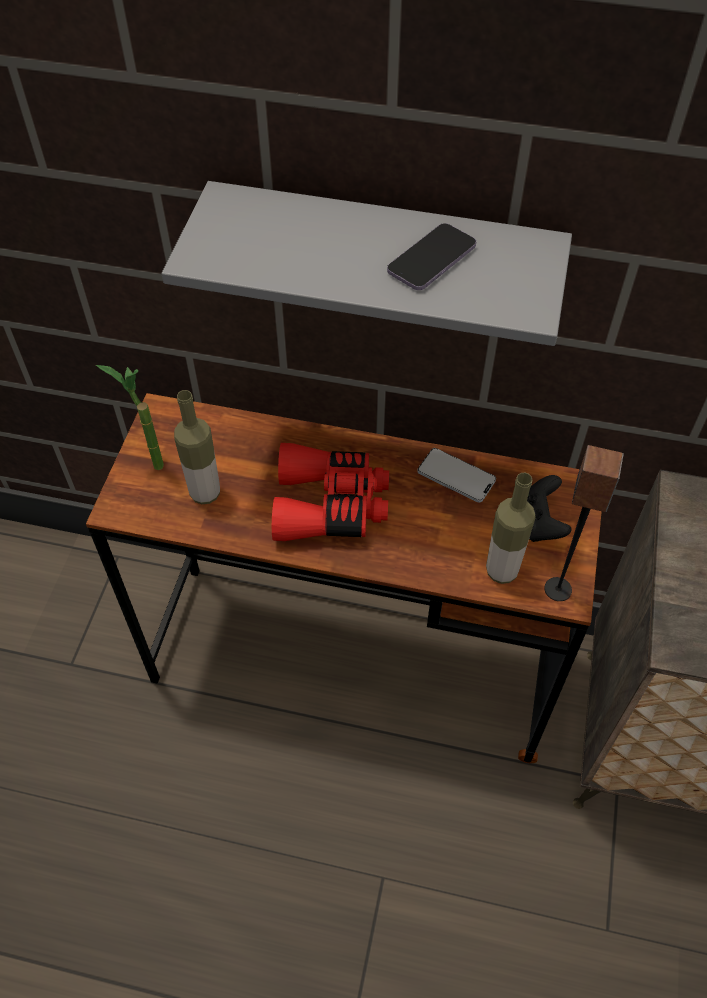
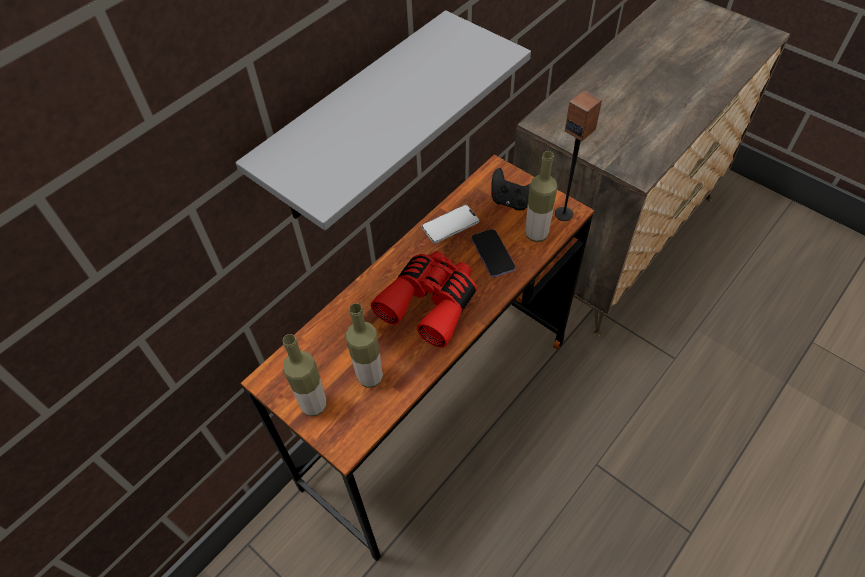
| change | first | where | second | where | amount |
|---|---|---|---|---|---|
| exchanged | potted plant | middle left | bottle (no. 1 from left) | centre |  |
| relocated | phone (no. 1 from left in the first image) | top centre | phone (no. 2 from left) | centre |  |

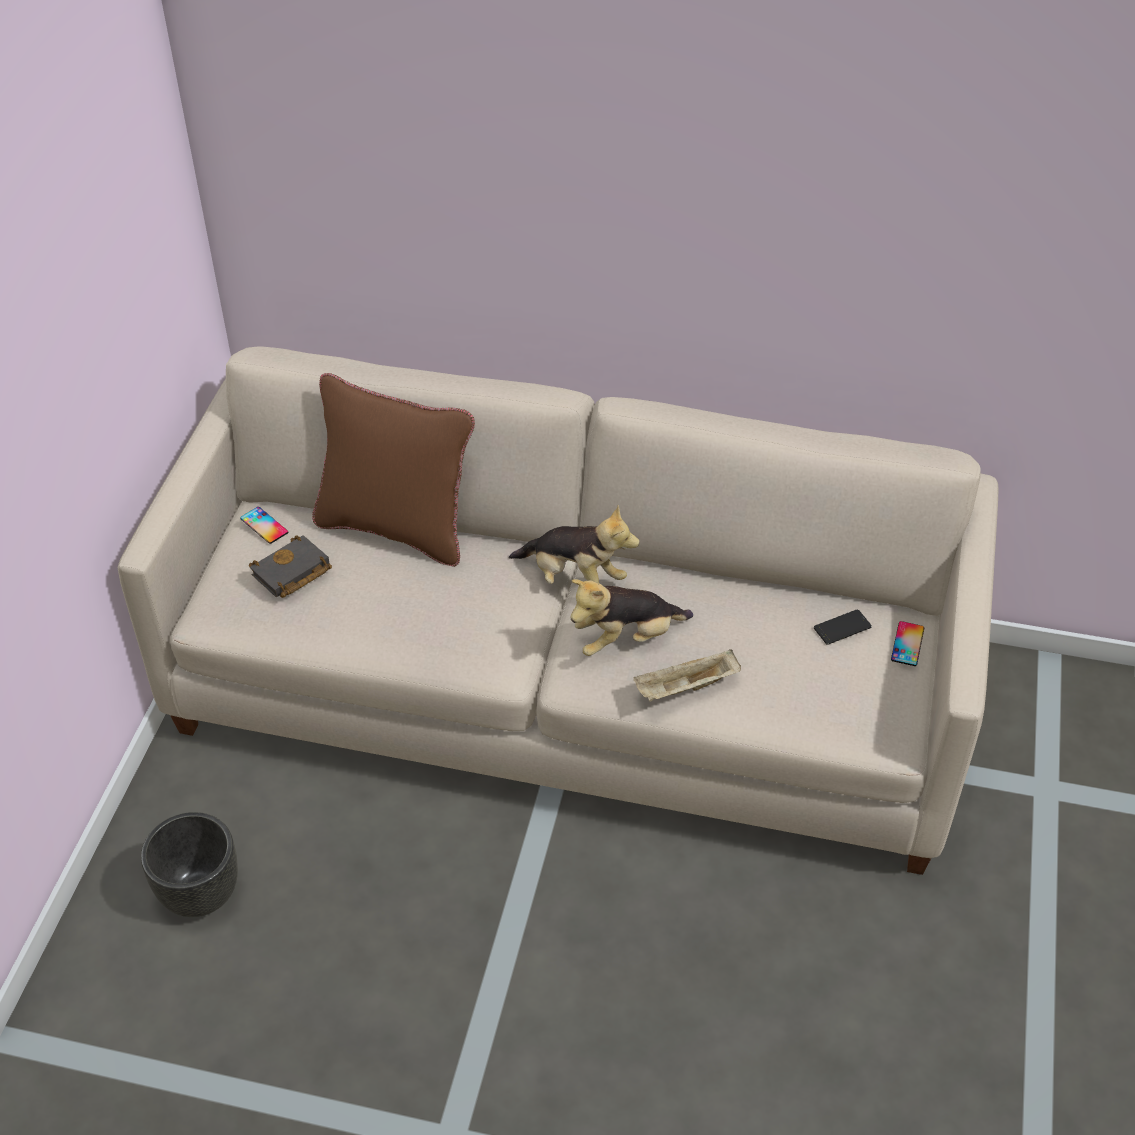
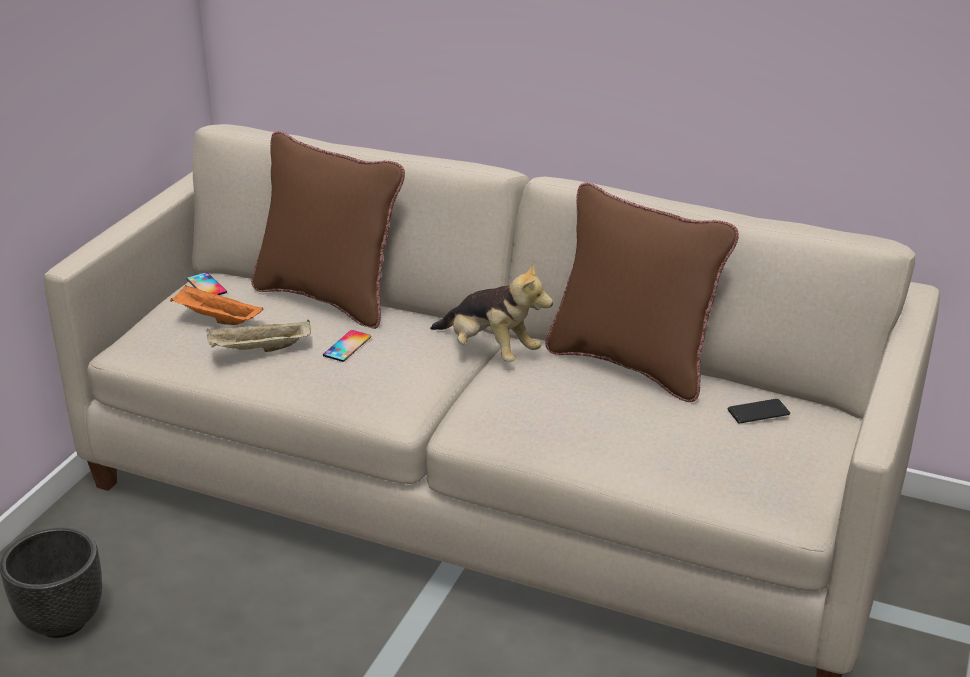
| change | first | where | second | where | amount |
|---|---|---|---|---|---|
| exchanged | black book | middle left | orange tray | middle left |  |
| missing | plush toy (no. 2 from left) | centre |  |  |  |
| relocated | beige tray | centre |  | middle left |  |
| relocated | phone (no. 3 from left in the first image) | middle right | phone (no. 2 from left) | centre |  |
| appeared |  |  | brown pillow (no. 2 from left) | centre |  |

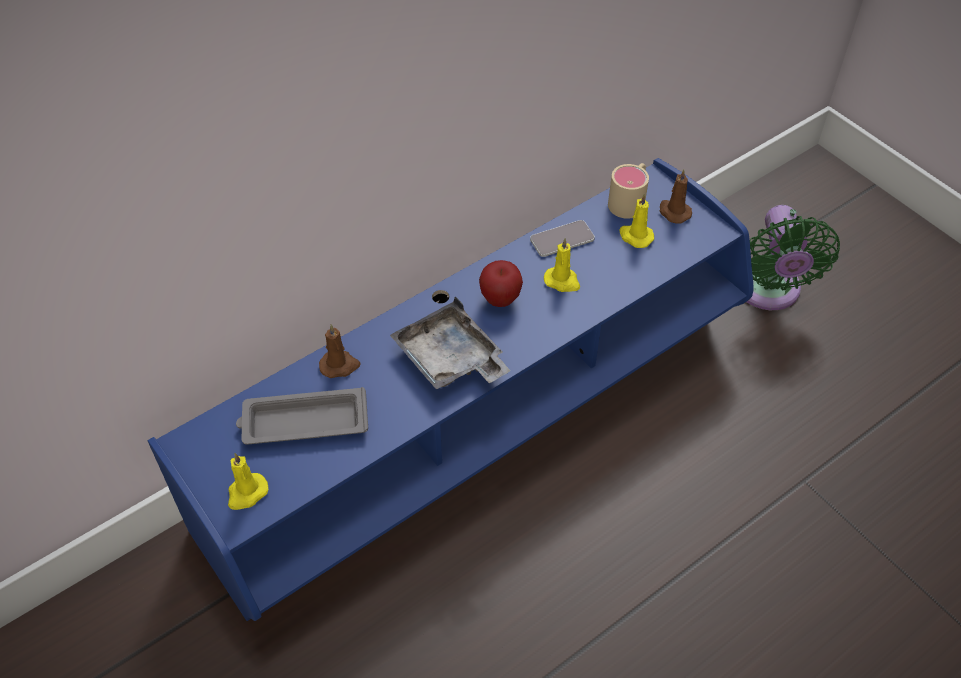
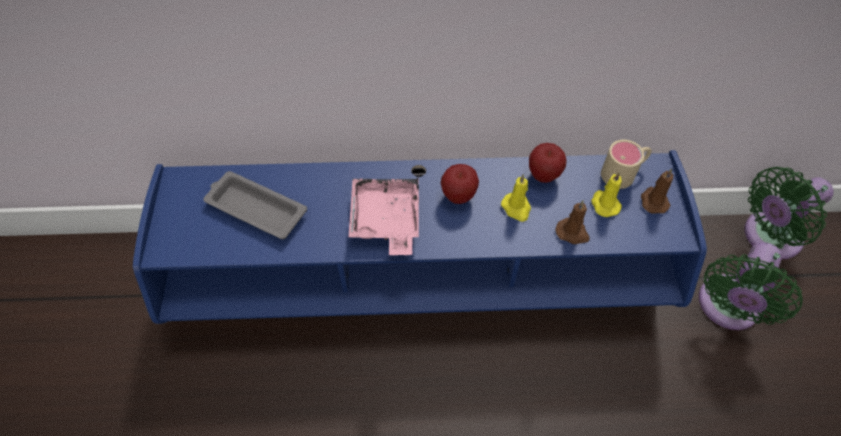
| change | first | where | second | where | amount |
|---|---|---|---|---|---|
| missing | yellow candle (no. 1 from left) | bottom left |  |  |  |
| relocated | brown candle (no. 1 from left) | centre |  | middle right |  |
| colour | grey tray (no. 2 from left) | centre | pink tray | centre |  |
| exchanged | phone | centre | apple (no. 2 from left) | centre |  |
| appeared |  |  | green fan (no. 2 from left) | middle right |  |

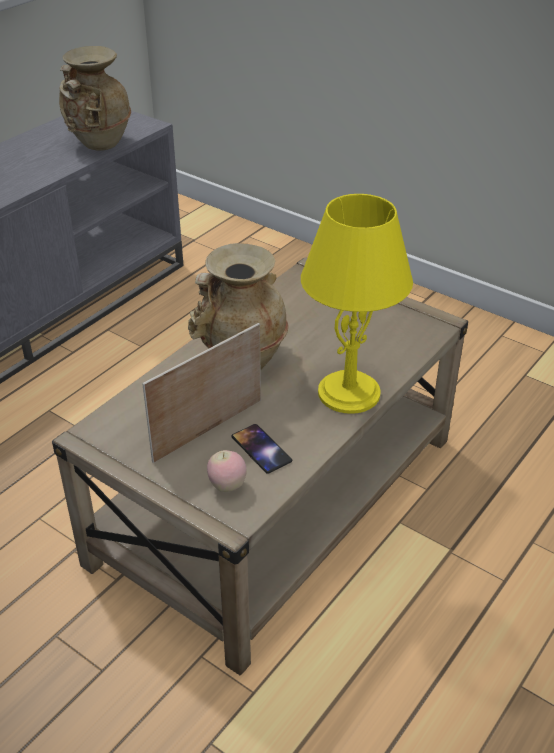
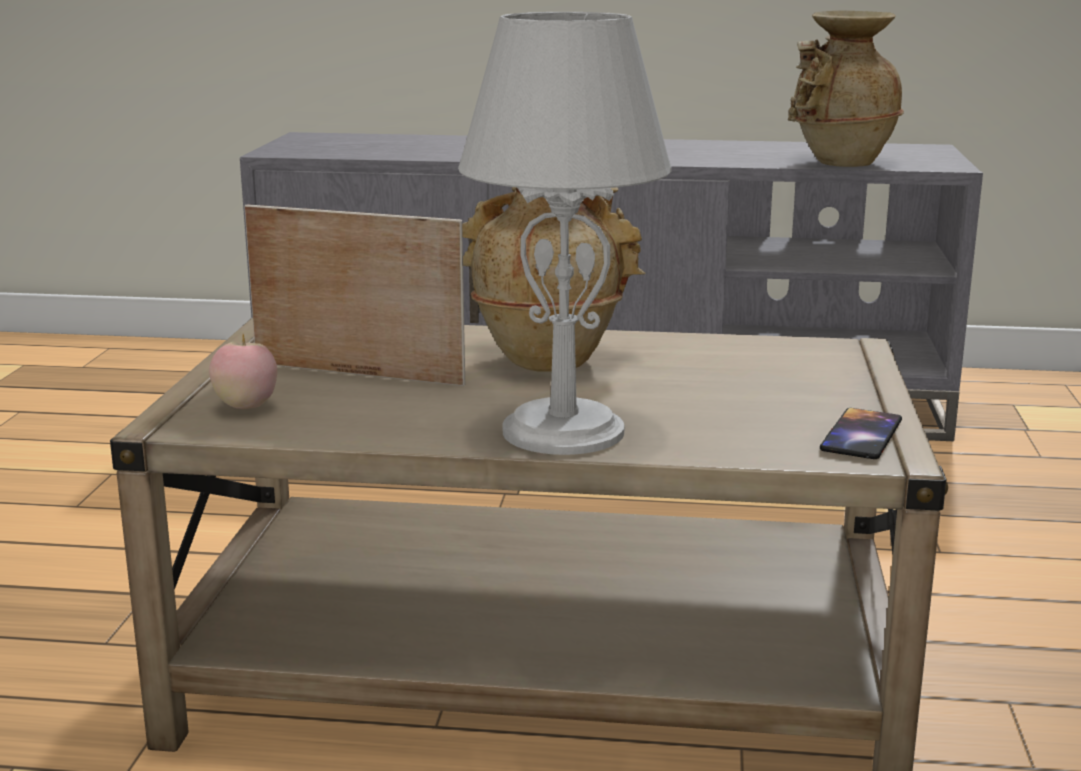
| change | first | where | second | where | amount |
|---|---|---|---|---|---|
| relocated | phone | centre |  | middle right |  |
| colour | yellow table lamp | centre | grey table lamp | top centre |  |

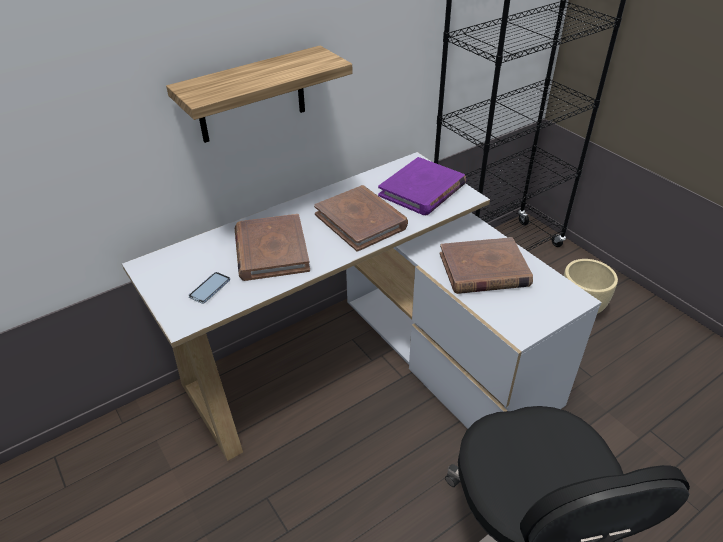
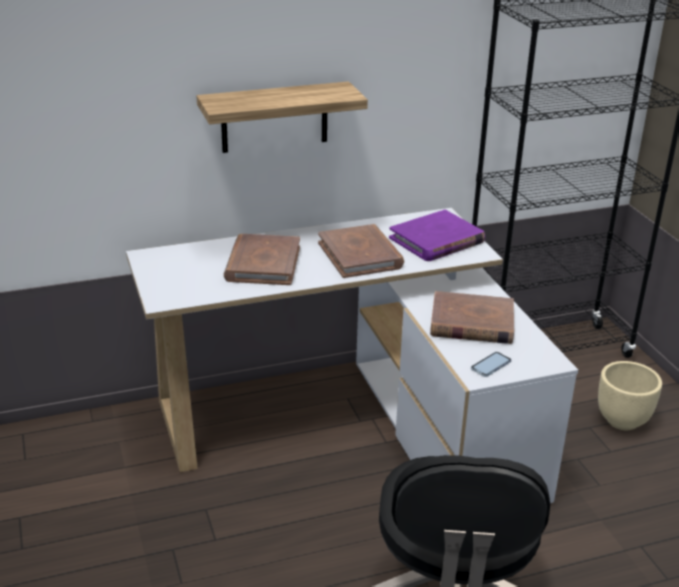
| change | first | where | second | where | amount |
|---|---|---|---|---|---|
| relocated | phone | middle left |  | middle right |  |

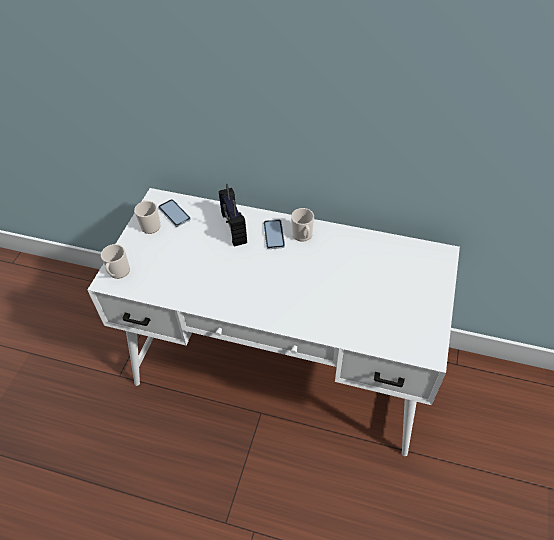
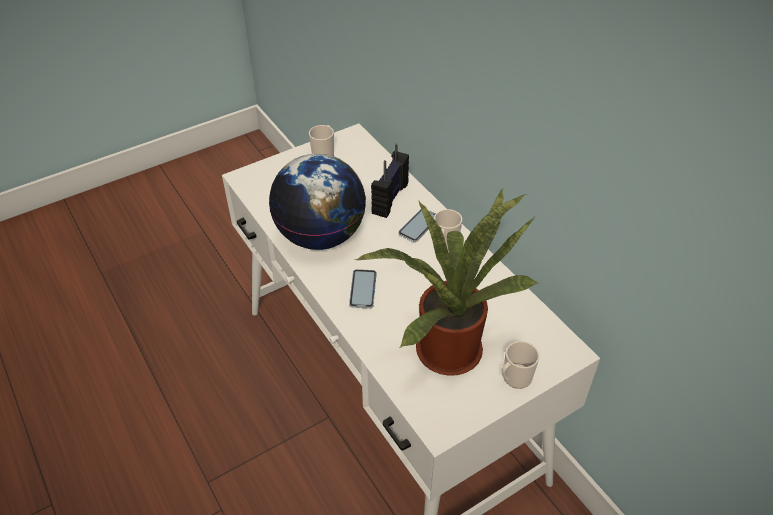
| change | first | where | second | where | amount |
|---|---|---|---|---|---|
| relocated | mug (no. 1 from left in the first image) | middle left | mug (no. 3 from left) | bottom right |  |
| relocated | phone (no. 1 from left) | middle left |  | centre |  |
| appeared |  |  | globe | centre |  |
| appeared |  |  | potted plant | centre |  |

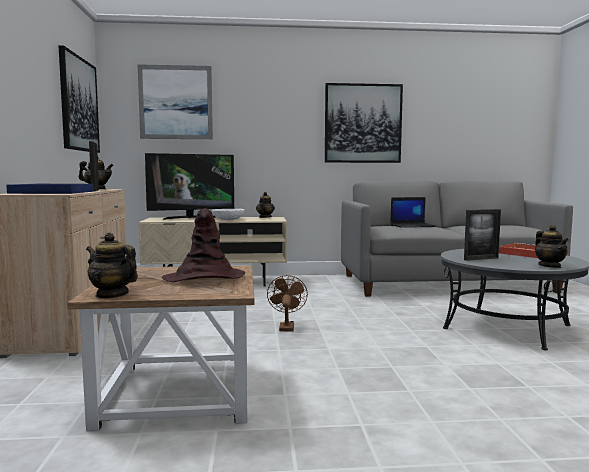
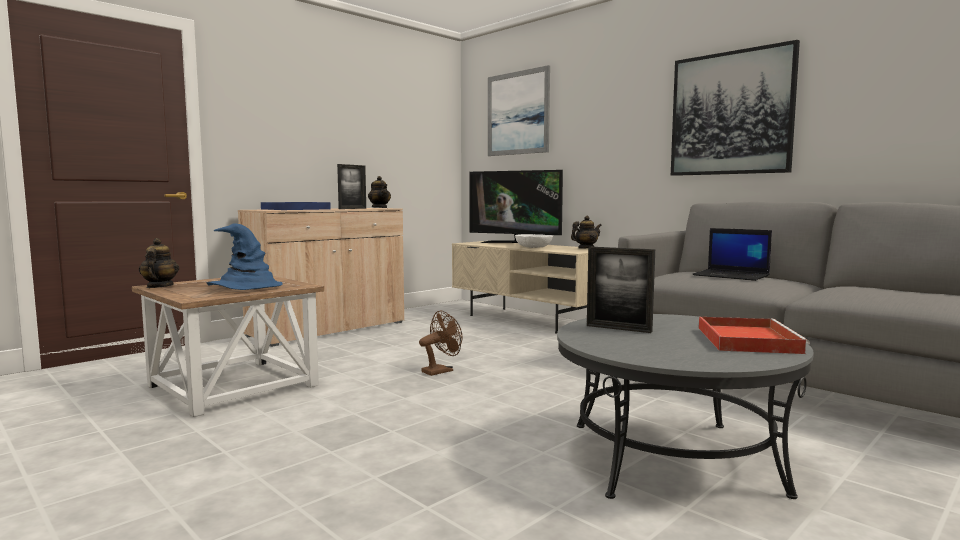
| change | first | where | second | where | amount |
|---|---|---|---|---|---|
| missing | picture (no. 1 from left) | top left |  |  |  |
| colour | brown hat | centre | blue hat | middle left |  |
| missing | teapot (no. 4 from left) | middle right |  |  |  |

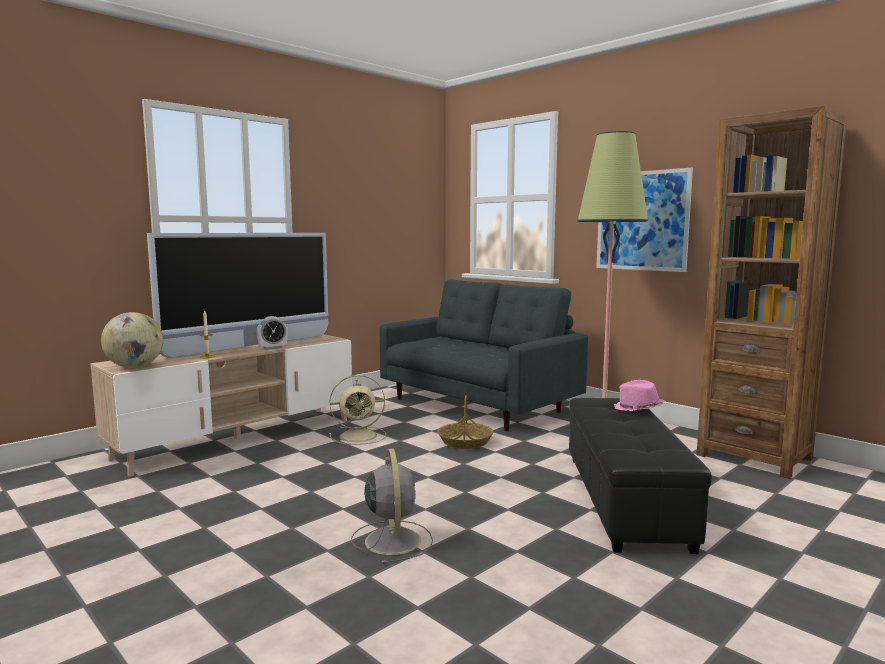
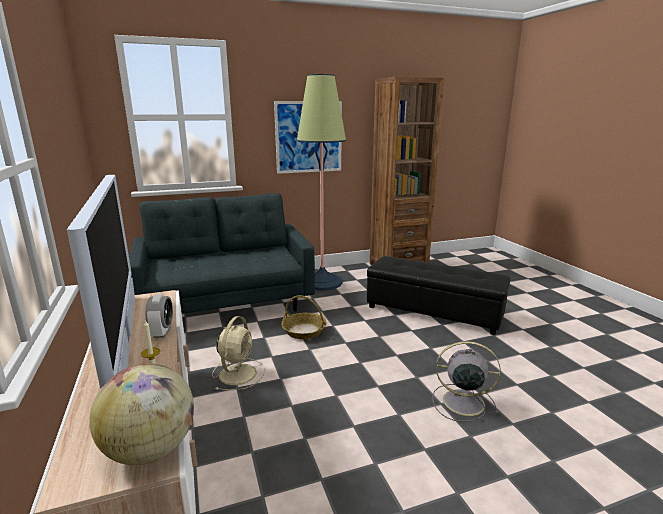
| change | first | where | second | where | amount |
|---|---|---|---|---|---|
| missing | pink hat | middle right |  |  |  |

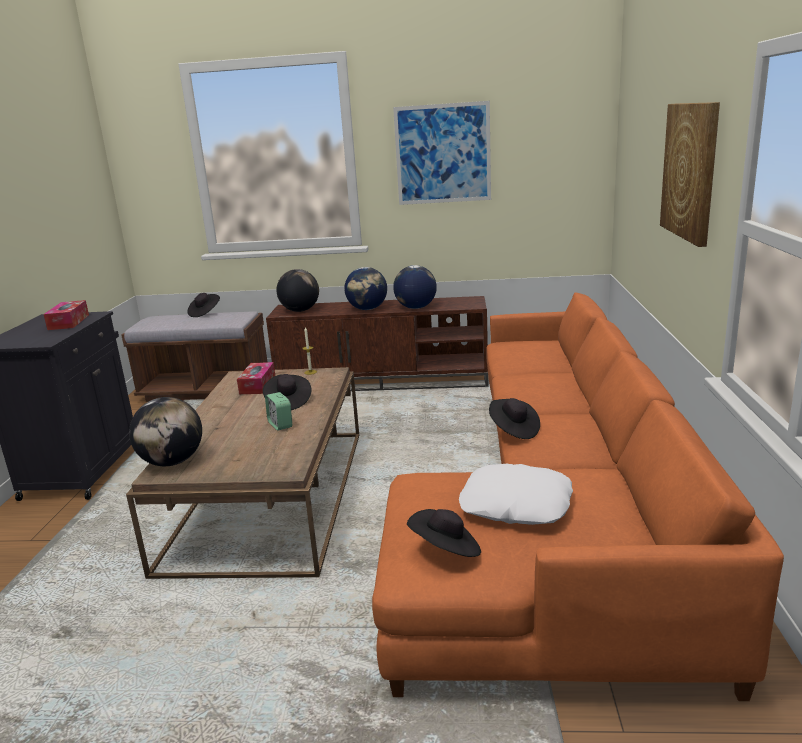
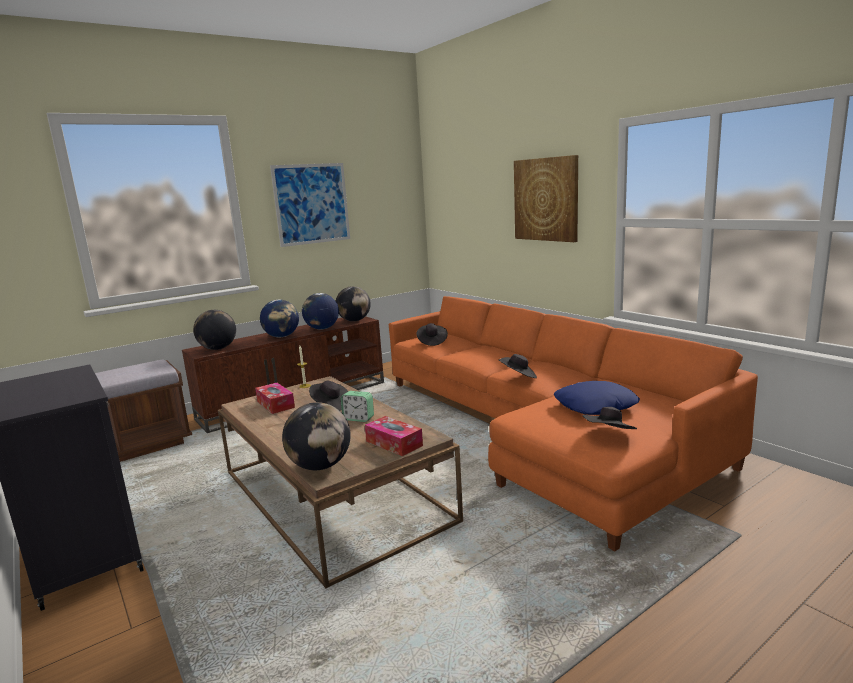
| change | first | where | second | where | amount |
|---|---|---|---|---|---|
| relocated | tissue box (no. 1 from left in the first image) | middle left | tissue box (no. 2 from left) | centre |  |
| relocated | black hat (no. 1 from left in the first image) | middle left | black hat (no. 2 from left) | centre |  |
| colour | white pillow | centre | blue pillow | middle right |  |
| appeared |  |  | globe (no. 5 from left) | centre |  |

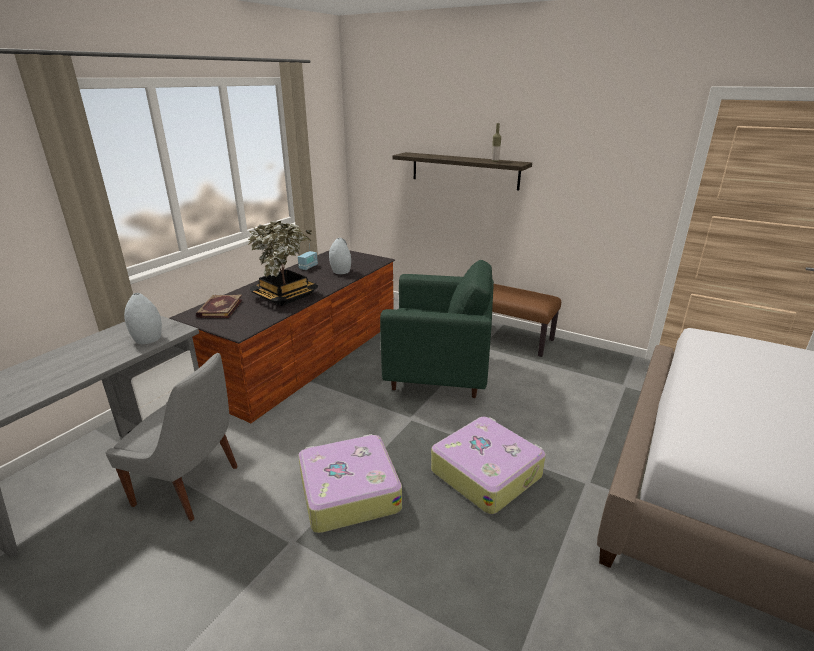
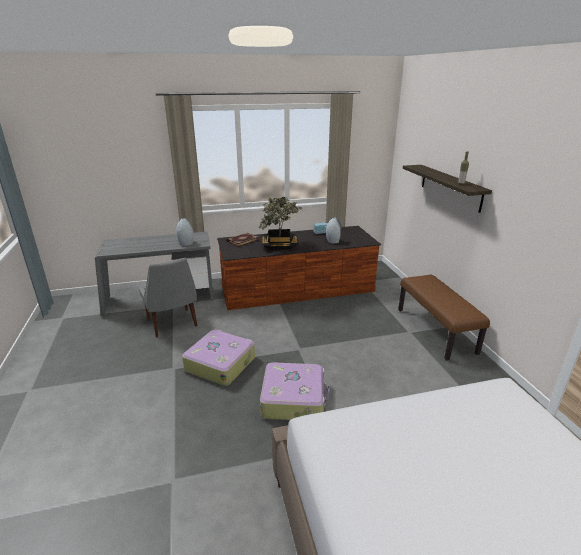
| change | first | where | second | where | amount |
|---|---|---|---|---|---|
| missing | green armchair | centre |  |  |  |

